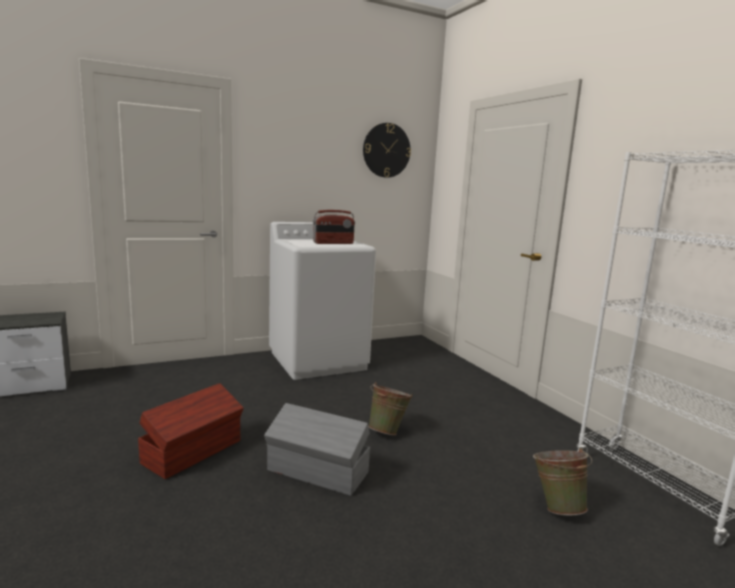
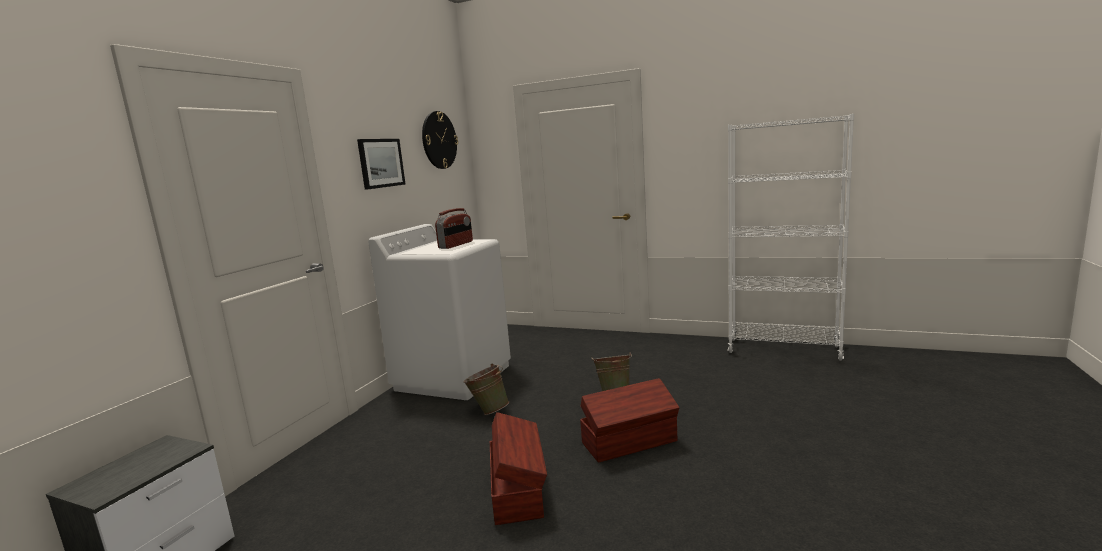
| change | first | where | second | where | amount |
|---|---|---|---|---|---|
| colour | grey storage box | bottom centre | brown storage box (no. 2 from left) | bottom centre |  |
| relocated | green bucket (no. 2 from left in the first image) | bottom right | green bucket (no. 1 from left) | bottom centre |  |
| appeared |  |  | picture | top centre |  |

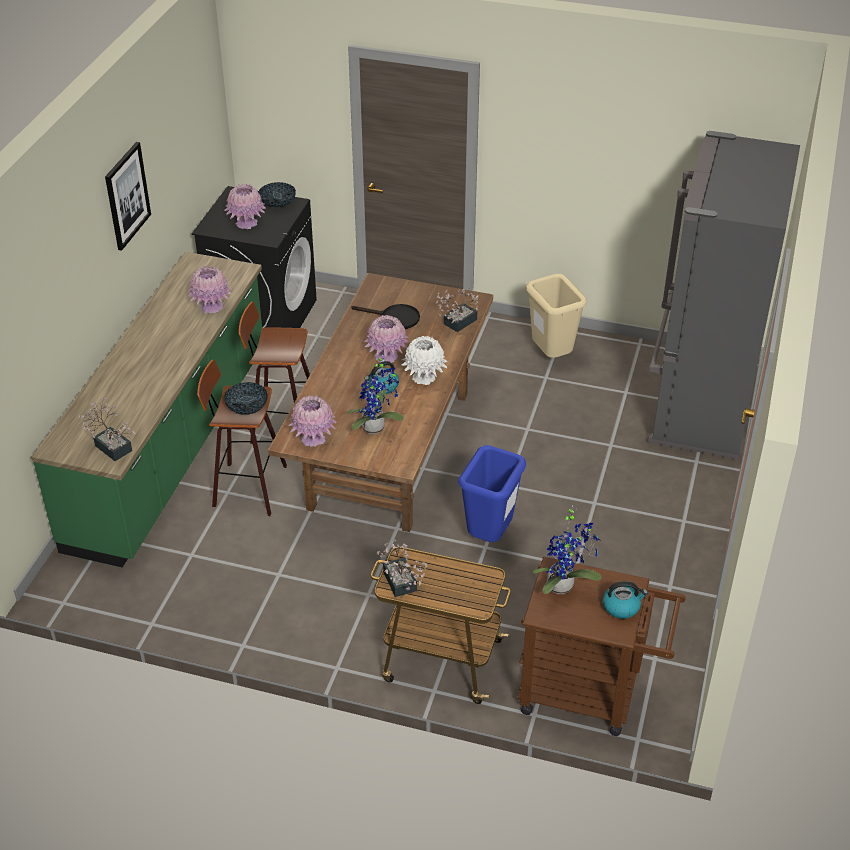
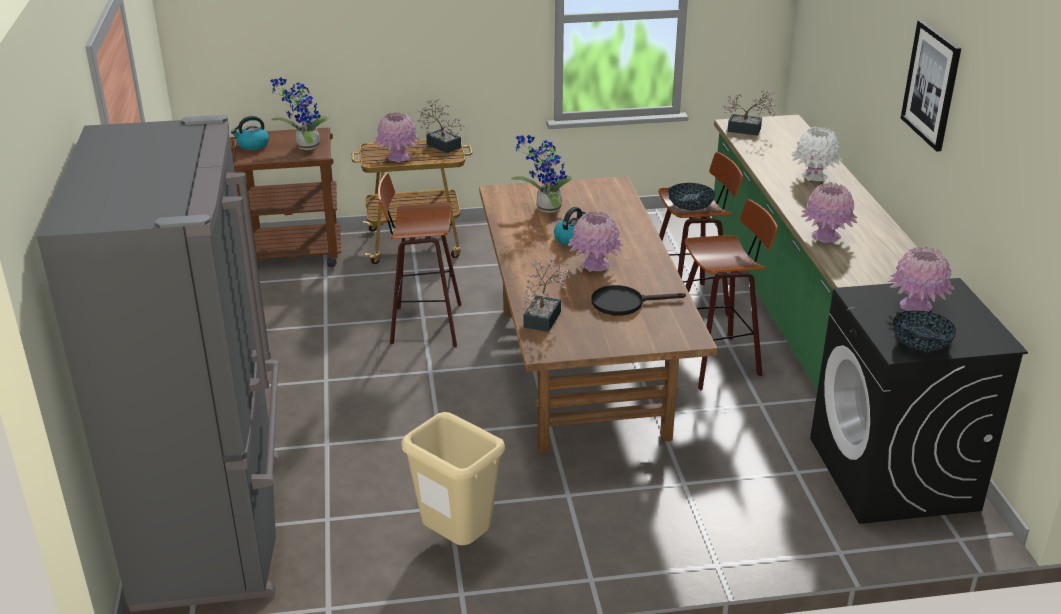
| change | first | where | second | where | amount |
|---|---|---|---|---|---|
| relocated | pink vase (no. 3 from left in the first image) | centre | pink vase (no. 1 from left) | top centre |  |
| relocated | white vase | centre |  | top right |  |
| exchanged | blue trash can | centre | stool (no. 1 from left) | centre |  |

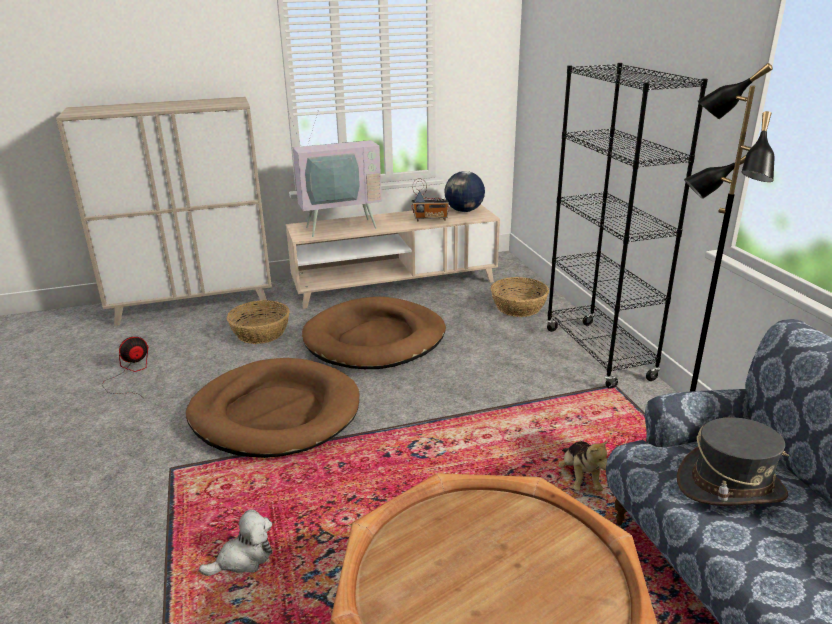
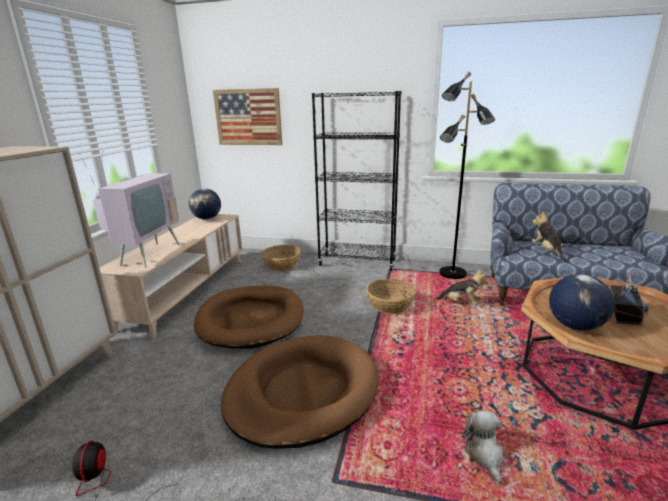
| change | first | where | second | where | amount |
|---|---|---|---|---|---|
| relocated | basket (no. 1 from left in the first image) | middle left | basket (no. 2 from left) | centre |  |
| relocated | radio | top centre |  | middle right |  |
| exchanged | grey hat | bottom right | plush toy (no. 3 from left) | middle right |  |
| appeared |  |  | picture | top centre |  |
| appeared |  |  | globe (no. 2 from left) | middle right |  |

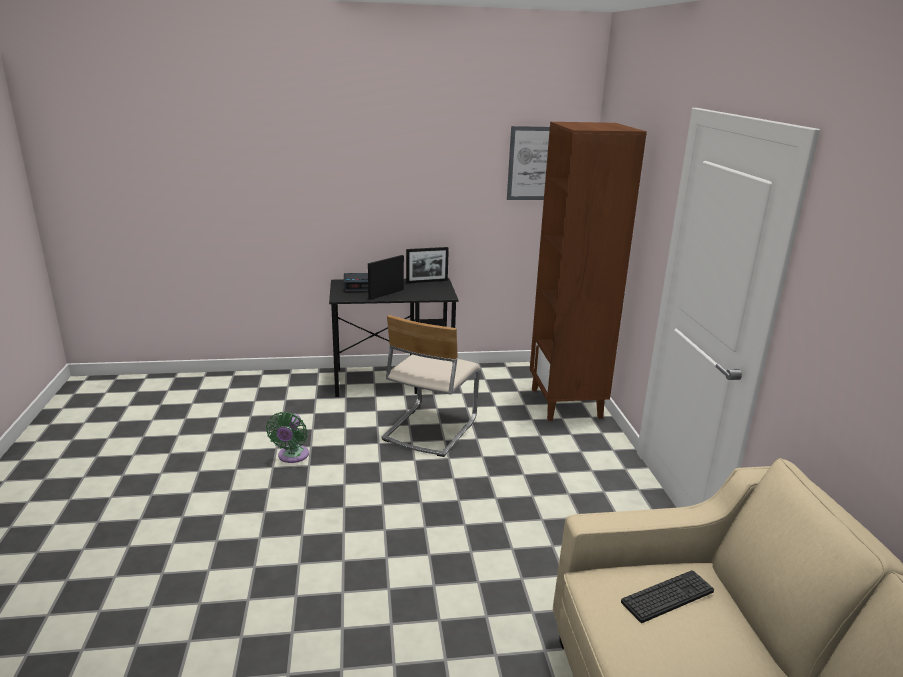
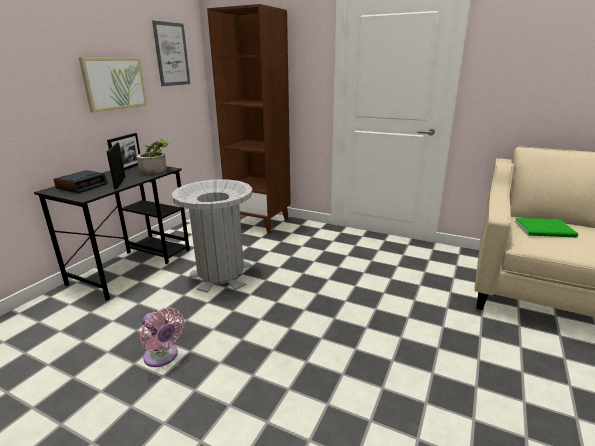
| change | first | where | second | where | amount |
|---|---|---|---|---|---|
| colour | green fan | middle left | pink fan | bottom left |  |
| exchanged | beige chair | centre | grey trash can | centre |  |
| exchanged | keyboard | bottom right | green book | middle right |  |
| appeared |  |  | picture (no. 1 from left) | top left |  |
| appeared |  |  | potted plant | middle left |  |

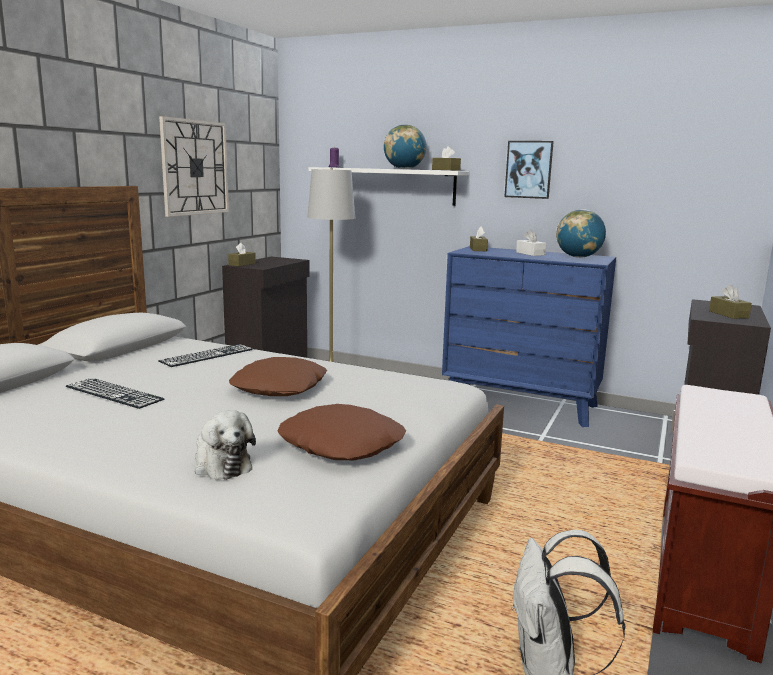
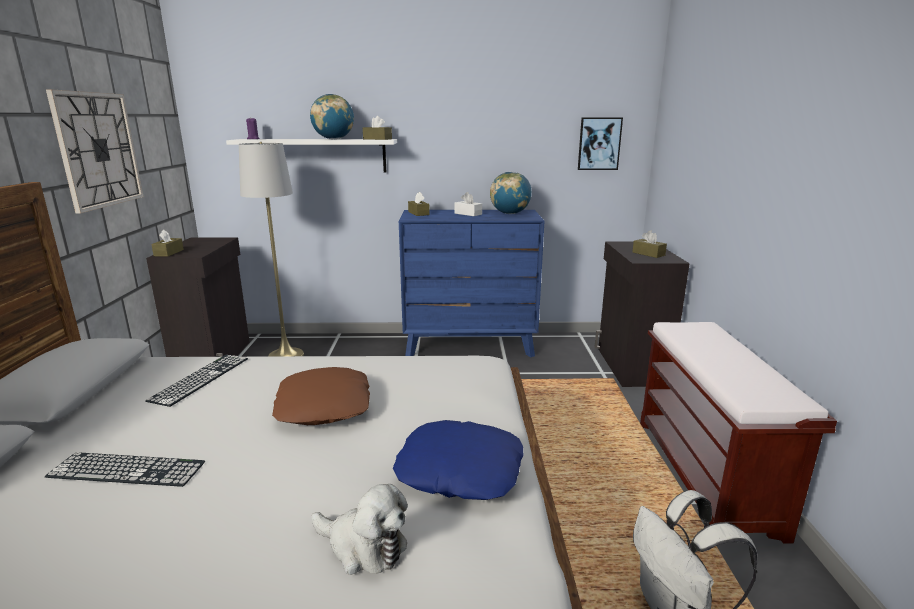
| change | first | where | second | where | amount |
|---|---|---|---|---|---|
| colour | brown pillow (no. 2 from left) | centre | blue pillow | bottom centre |  |
| relocated | picture | top right |  | top centre |  |

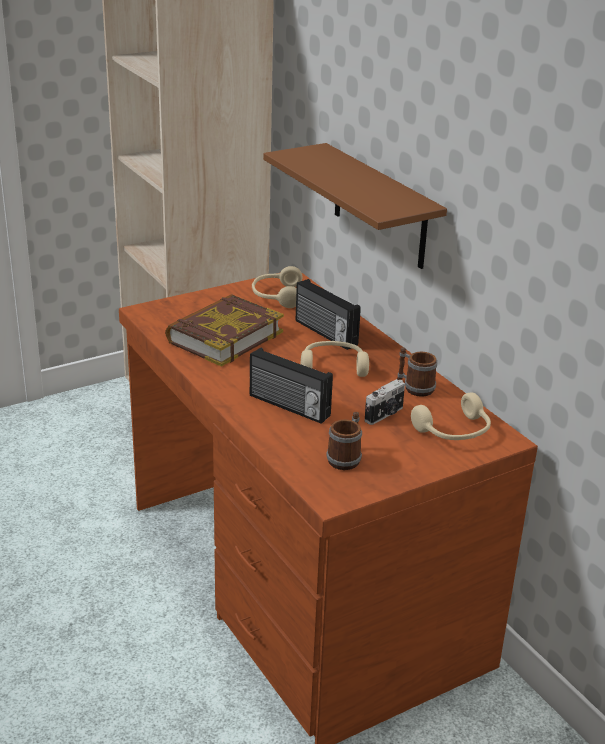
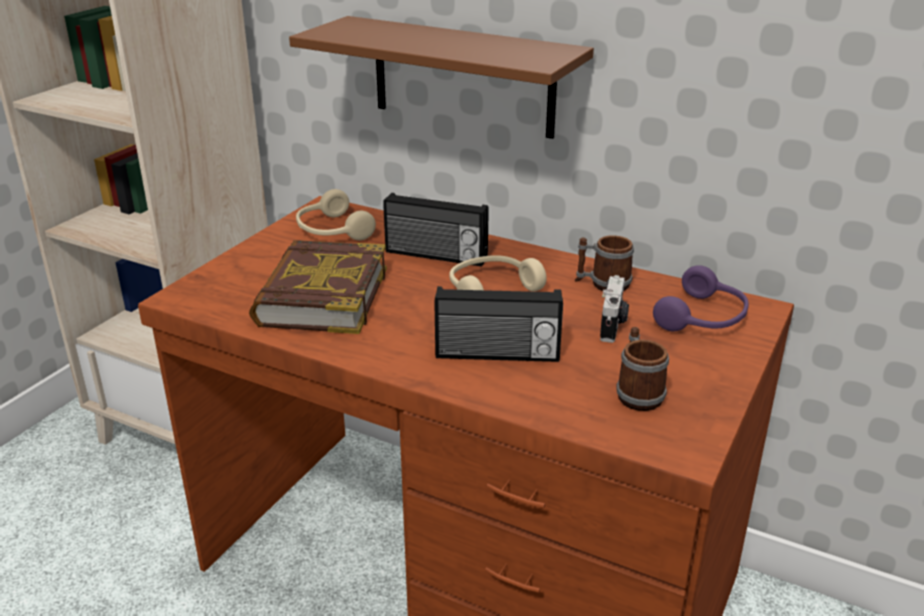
| change | first | where | second | where | amount |
|---|---|---|---|---|---|
| colour | beige headphones (no. 3 from left) | middle right | purple headphones | middle right |  |

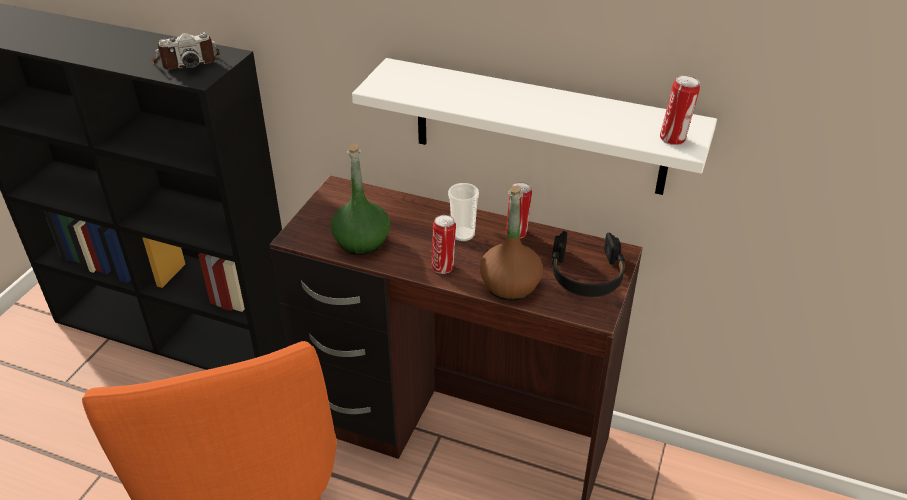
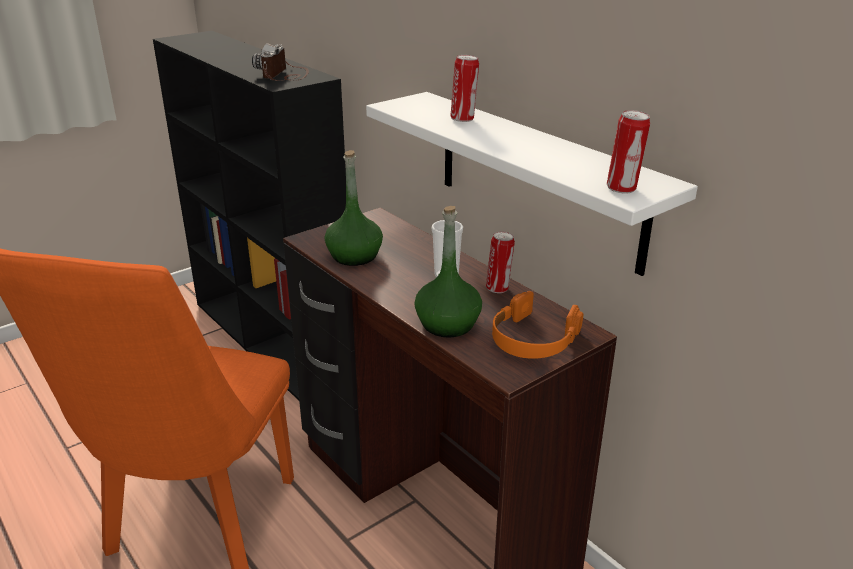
| change | first | where | second | where | amount |
|---|---|---|---|---|---|
| spun | photo camera | top left |  | top left | 90 degrees clockwise |
| relocated | can (no. 1 from left) | centre |  | top centre |  |
| colour | brown bottle | centre | green bottle (no. 2 from left) | centre |  |
| colour | black headphones | centre | orange headphones | centre |  |

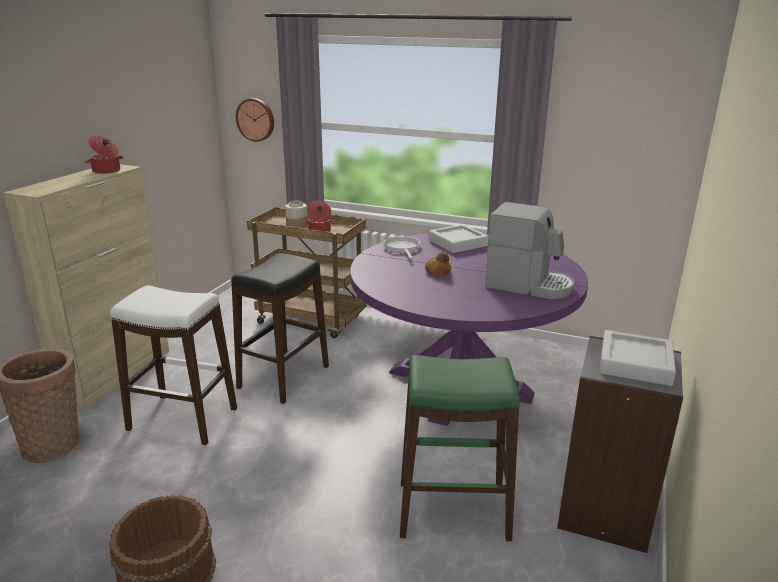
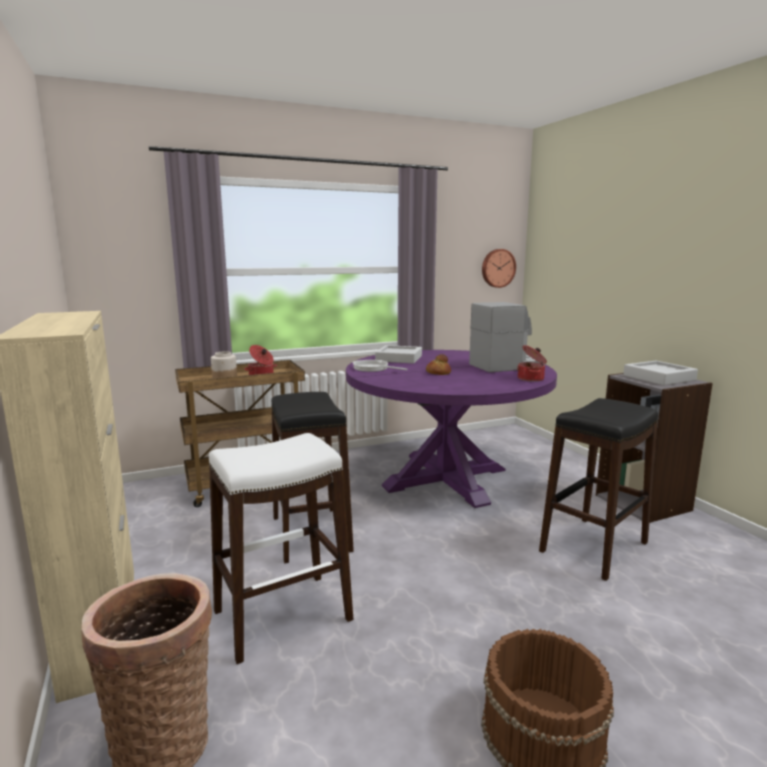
| change | first | where | second | where | amount |
|---|---|---|---|---|---|
| relocated | cooking pot (no. 1 from left in the first image) | top left | cooking pot (no. 2 from left) | middle right |  |
| relocated | wall clock | top left |  | centre |  |
| colour | green stool | bottom centre | black stool (no. 2 from left) | middle right |  |

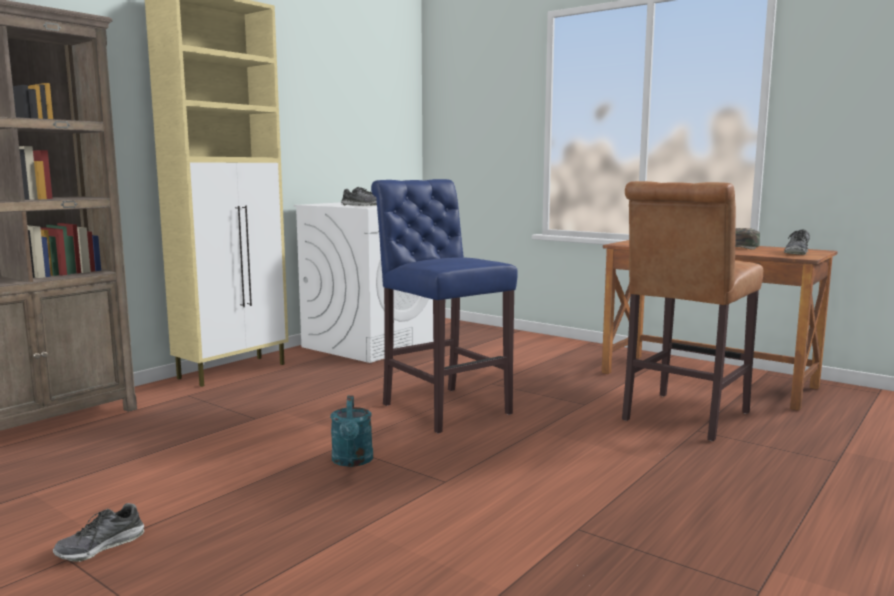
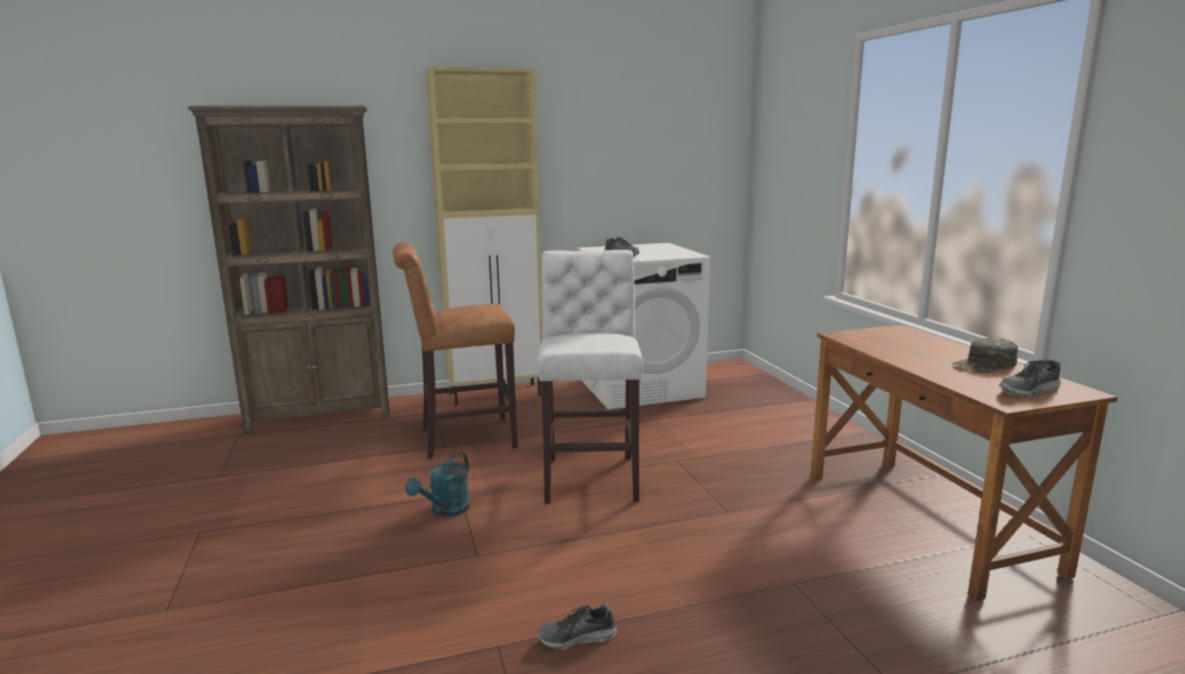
| change | first | where | second | where | amount |
|---|---|---|---|---|---|
| relocated | shoe (no. 1 from left) | bottom left |  | bottom centre |  |
| colour | blue stool | centre | white stool | centre |  |
| relocated | brown stool | middle right |  | centre |  |

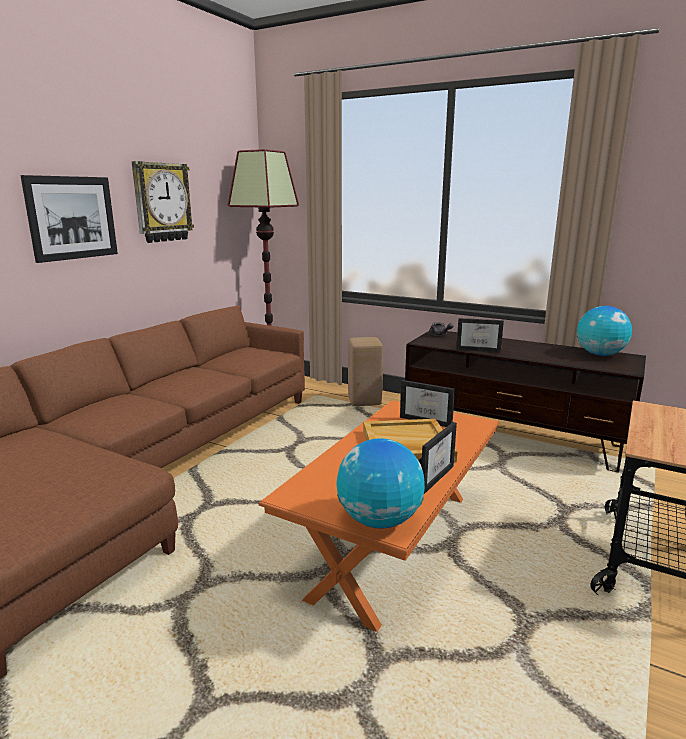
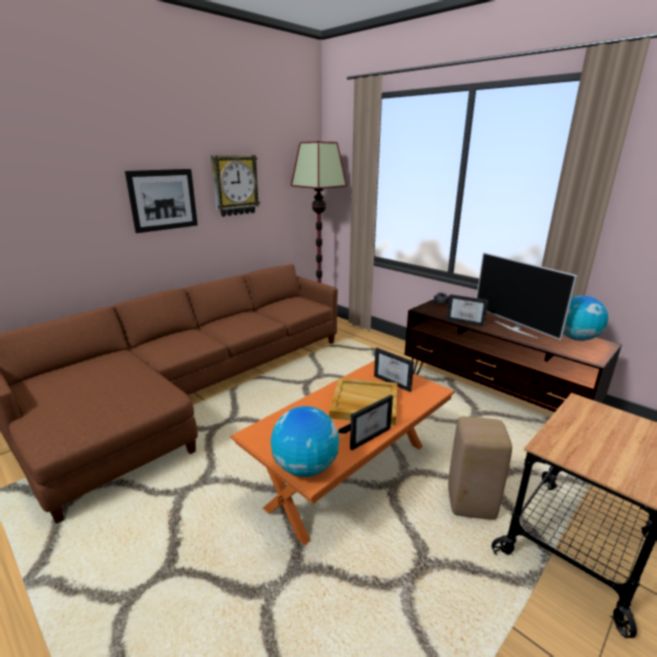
| change | first | where | second | where | amount |
|---|---|---|---|---|---|
| relocated | beige stool | centre |  | bottom right |  |
| appeared |  |  | television | middle right |  |

